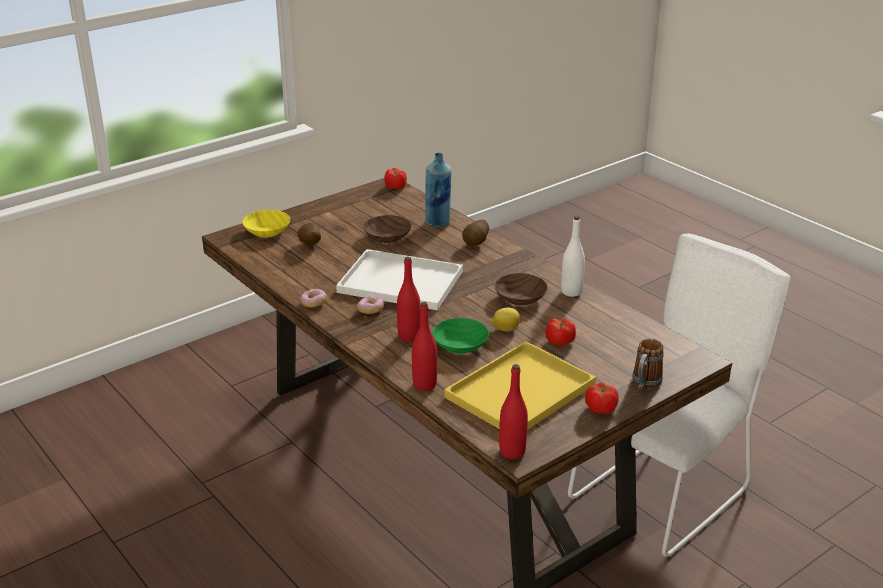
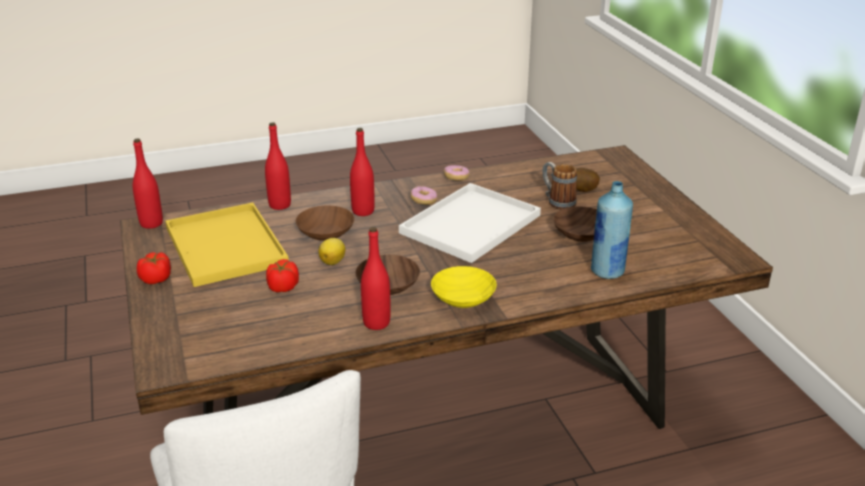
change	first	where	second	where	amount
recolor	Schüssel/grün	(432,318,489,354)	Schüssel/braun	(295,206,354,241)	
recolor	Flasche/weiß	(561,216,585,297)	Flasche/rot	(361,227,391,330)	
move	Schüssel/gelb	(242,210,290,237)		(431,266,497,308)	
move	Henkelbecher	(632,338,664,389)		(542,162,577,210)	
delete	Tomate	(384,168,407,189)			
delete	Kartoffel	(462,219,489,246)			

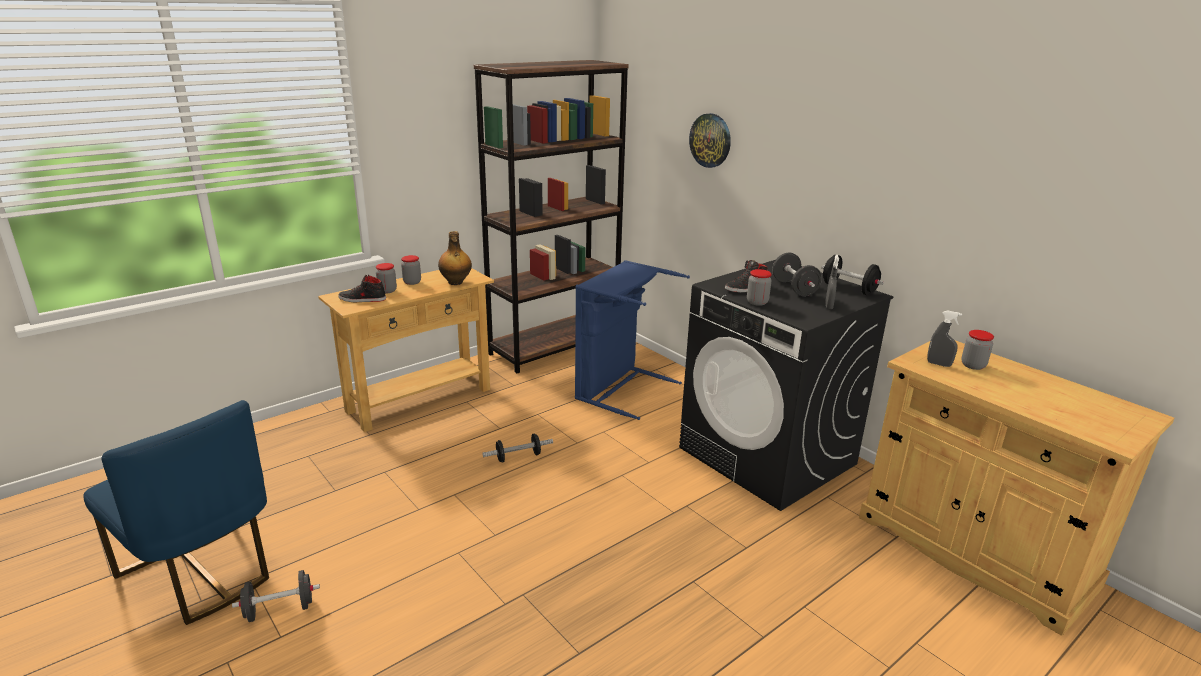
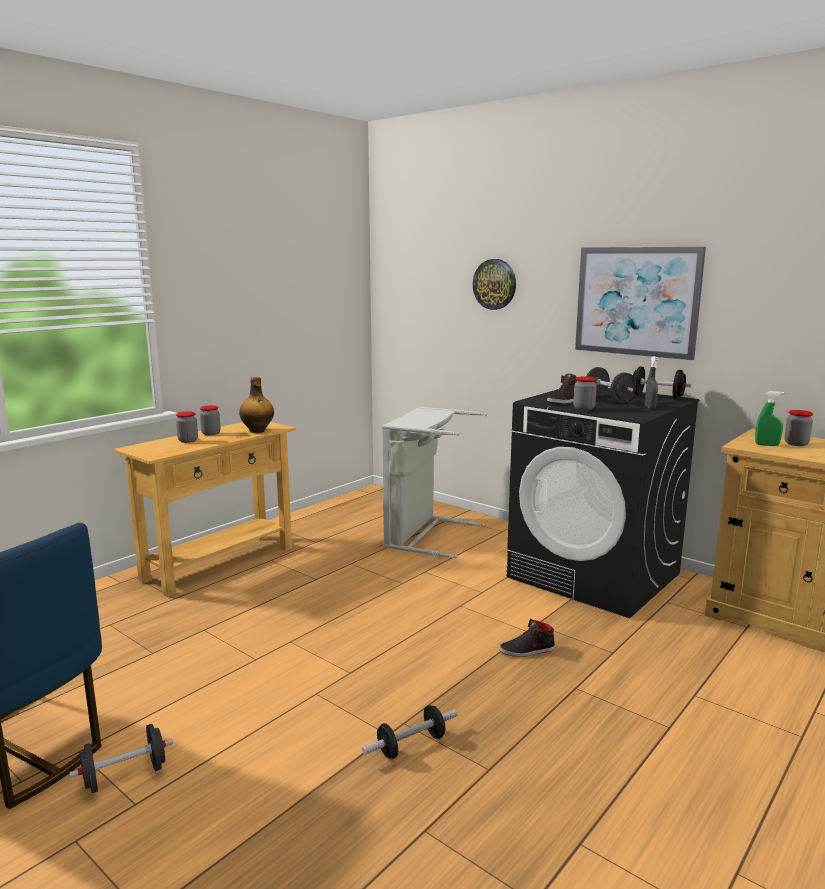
change	first	where	second	where	amount
move	Hantel	(482,434,553,463)		(362,705,458,759)	
recolor	Wäschekorb/blau	(575,260,690,420)	Wäschekorb/grau	(382,407,487,558)	
move	Schuh/schwarz	(339,275,386,302)		(499,619,555,657)	
insert			Bild	(575,247,706,360)	
recolor	Sprühflasche/grau	(927,310,962,367)	Sprühflasche/grün	(755,391,784,446)	
delete	Bücherregal/braun	(474,60,629,373)			

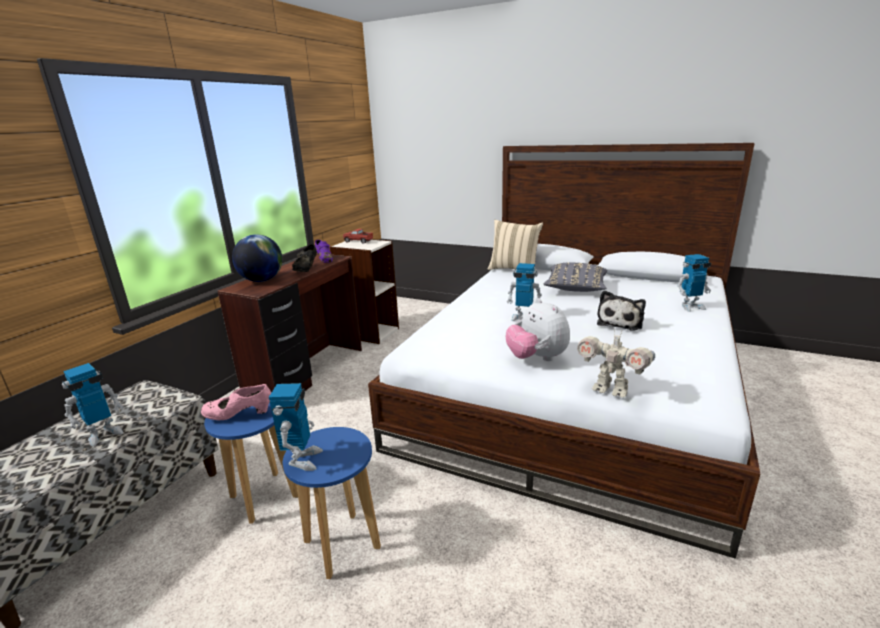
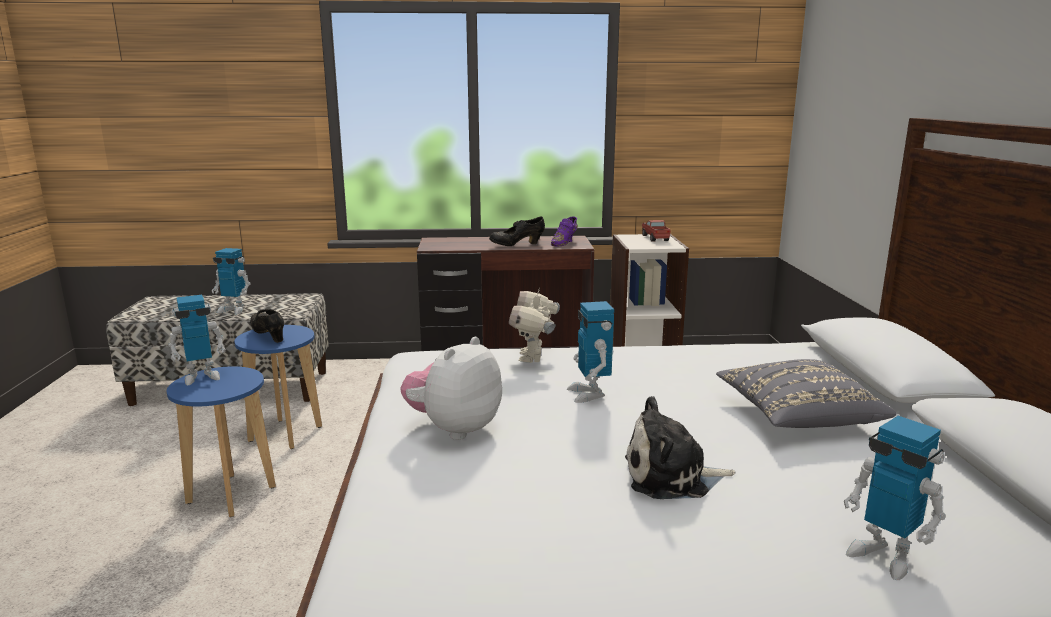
change	first	where	second	where	amount
recolor	Schuh/rosa	(201,384,271,420)	Schuh/schwarz	(250,309,284,343)	
move	Spielzeugroboter	(577,329,655,398)		(509,287,560,363)	
delete	Globus	(232,234,282,282)			
delete	Kissen/beige	(488,220,543,271)			

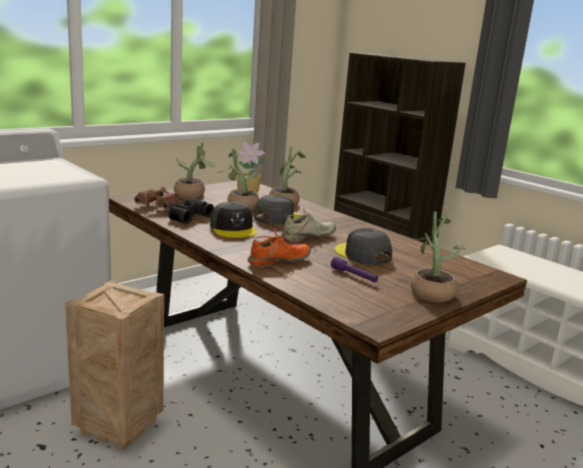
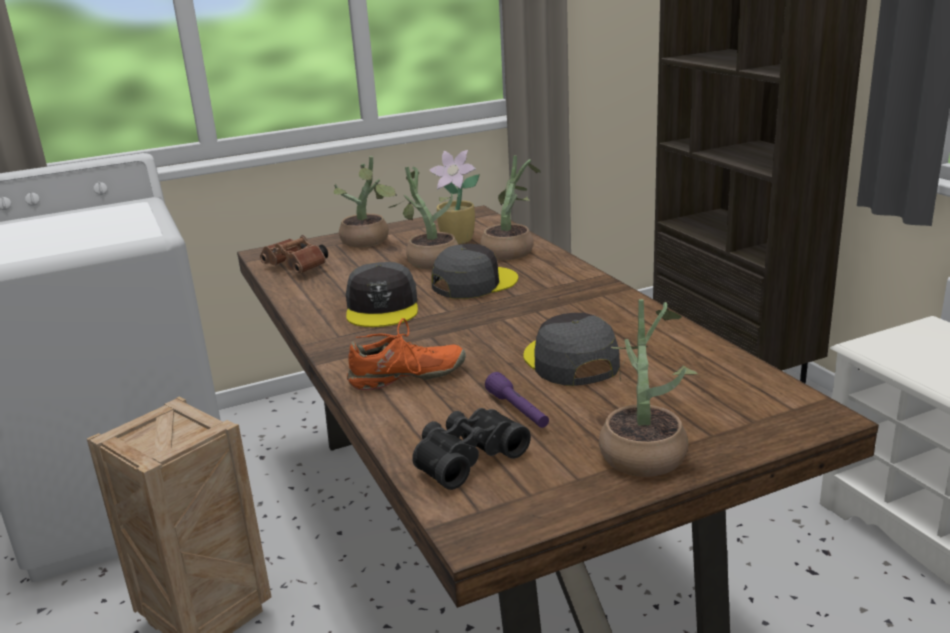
change	first	where	second	where	amount
move	Fernglas/schwarz	(168,198,214,224)		(412,408,531,490)	
delete	Schuh/beige	(281,208,336,242)			

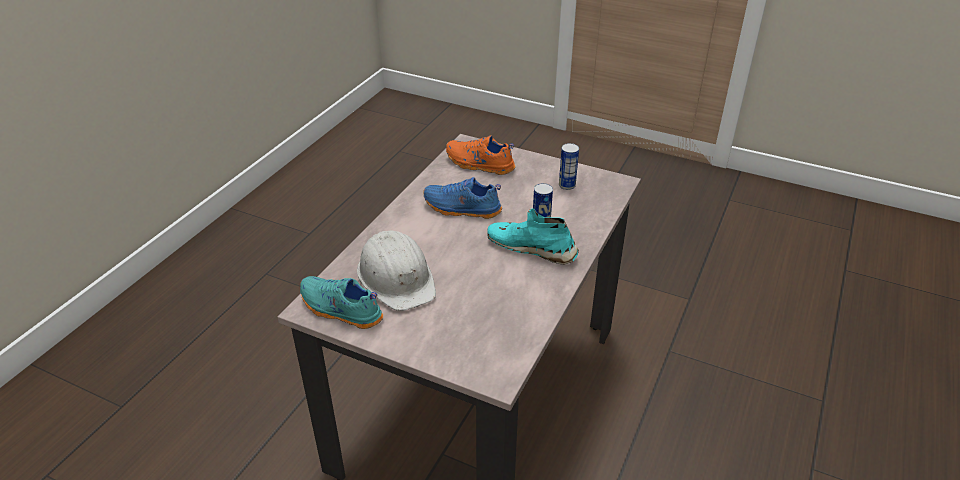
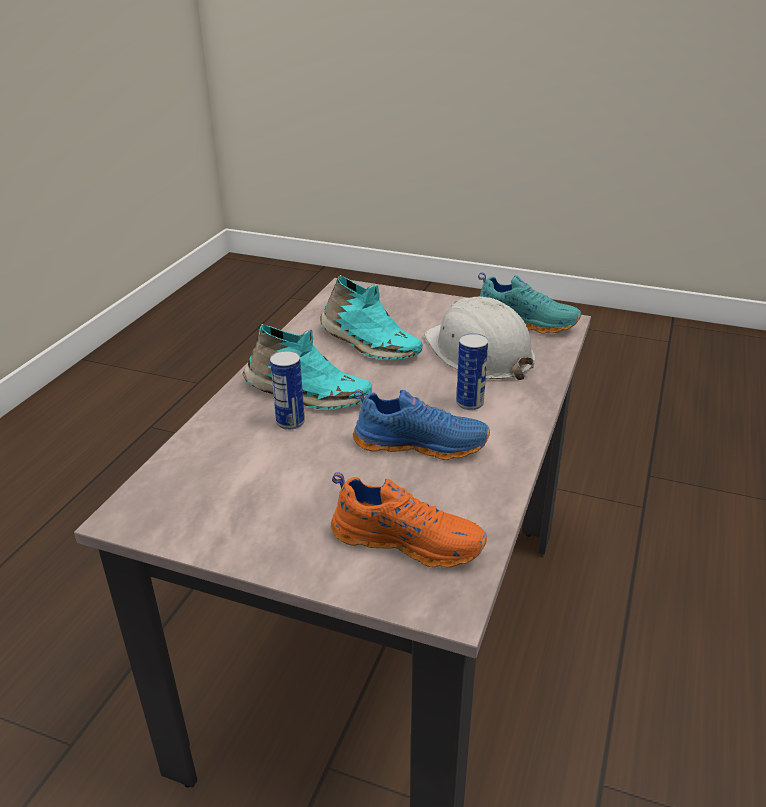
change	first	where	second	where	amount
insert			Schuh/türkis	(320,275,422,359)	
move	Dose	(559,143,579,190)		(456,333,488,410)	

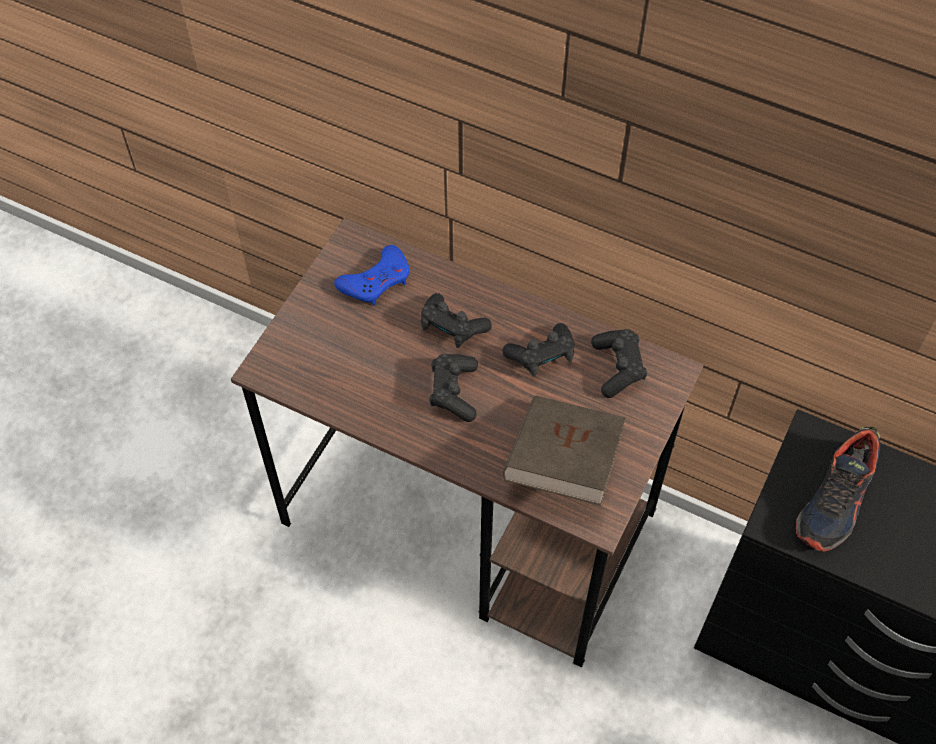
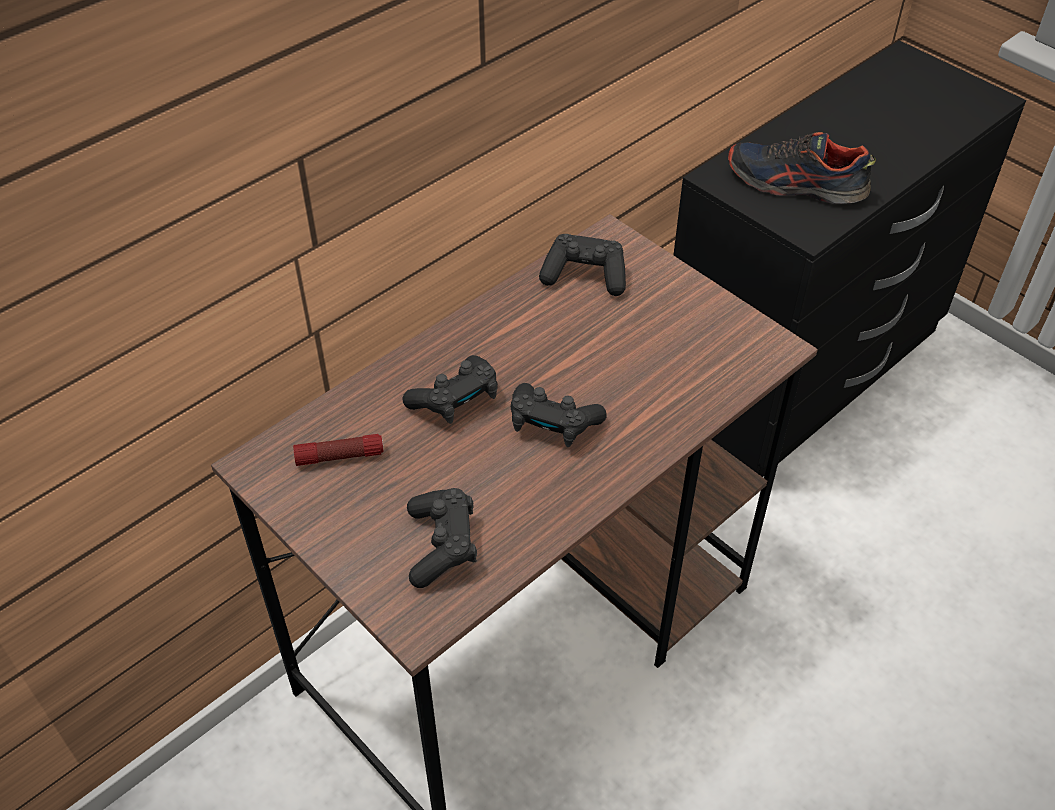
change	first	where	second	where	amount
replace	Gamepad/blau	(334,245,409,305)	Taschenlampe	(293,434,384,466)	
move	Gamepad/schwarz	(502,323,575,377)		(407,488,477,588)	
rotate	Schuh	(796,427,881,551)		(728,132,876,204)	150 degrees clockwise
delete	Buch/braun	(503,396,626,505)			

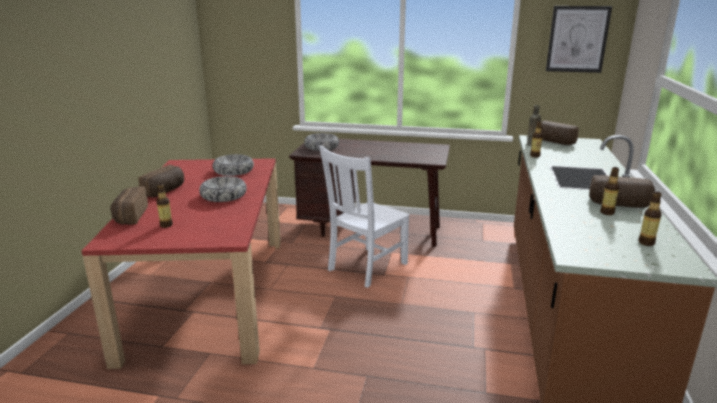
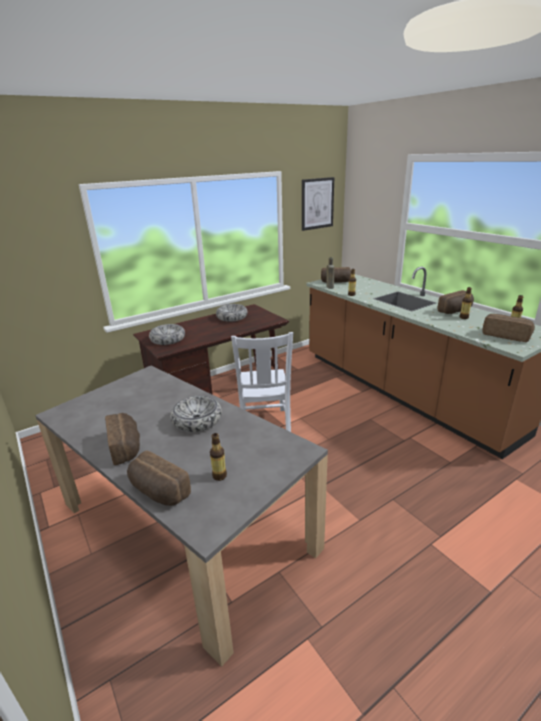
change	first	where	second	where	amount
recolor	Esstisch/rot	(82,158,281,369)	Esstisch/grau	(35,366,328,667)	
move	Schüssel	(213,154,254,176)		(216,304,248,322)	
insert			Brot	(483,314,535,342)	

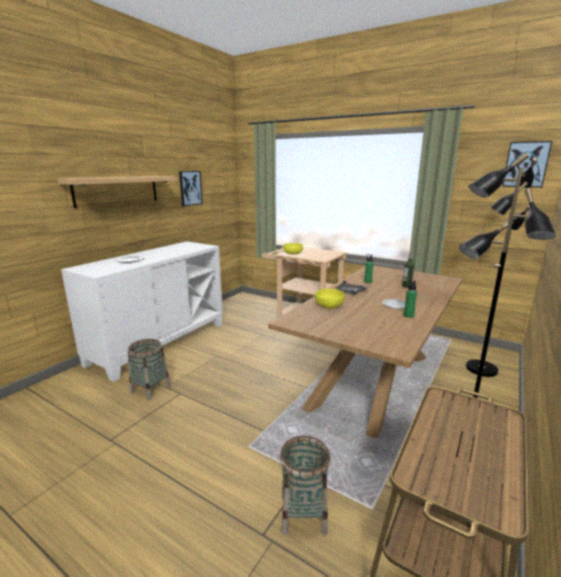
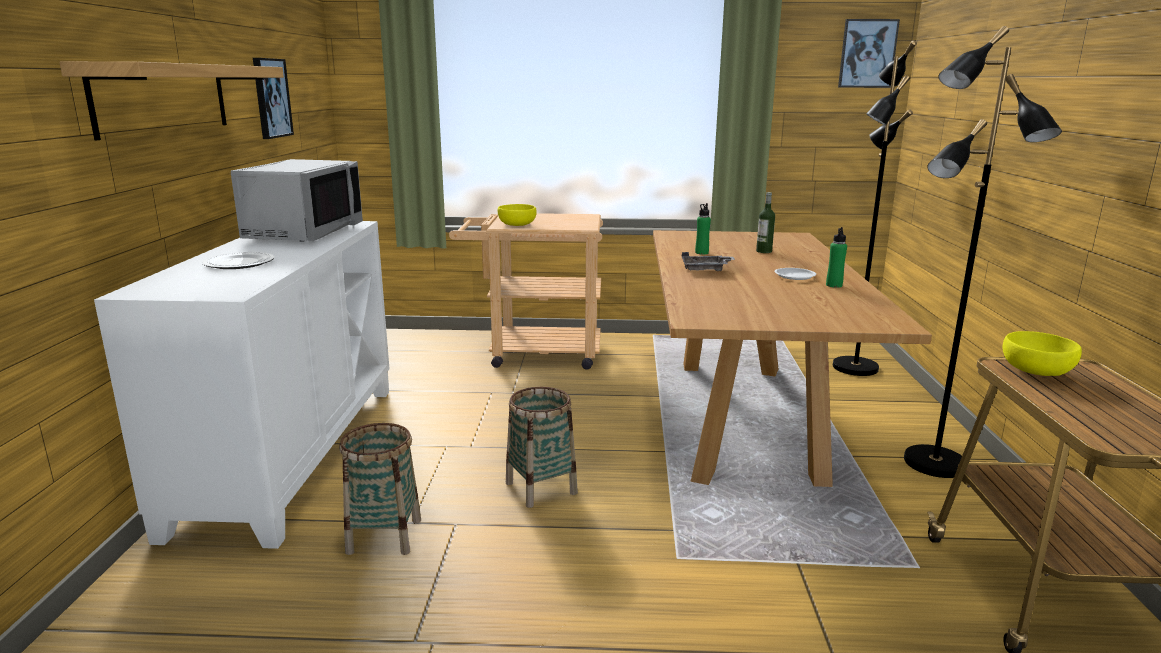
change	first	where	second	where	amount
insert			Mikrowelle/grau	(231,159,363,242)	
move	Korb	(280,436,330,535)		(506,387,578,508)	
move	Schüssel/gelb	(315,289,345,308)		(1003,331,1082,376)	

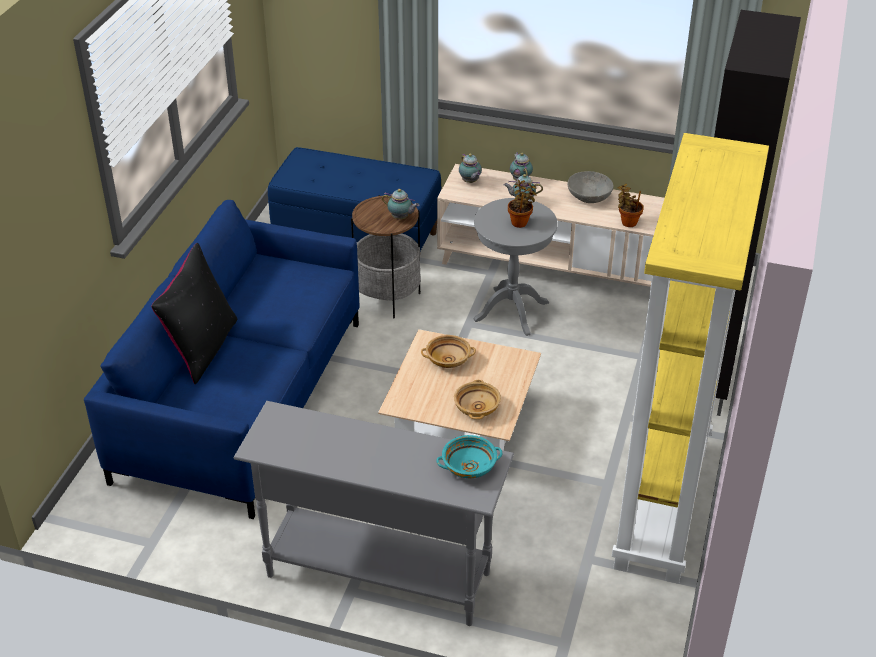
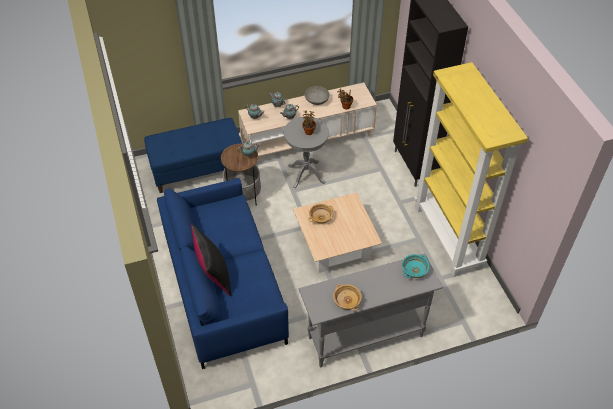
change	first	where	second	where	amount
move	Schüssel/beige	(454,380,501,419)		(333,284,362,311)	

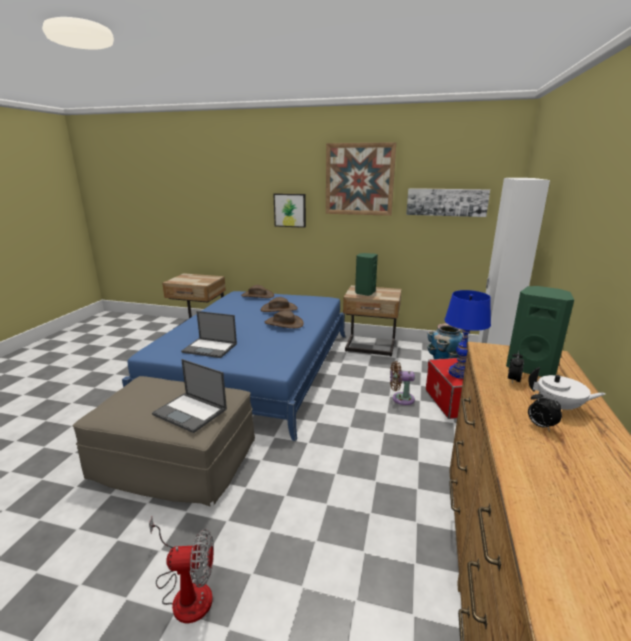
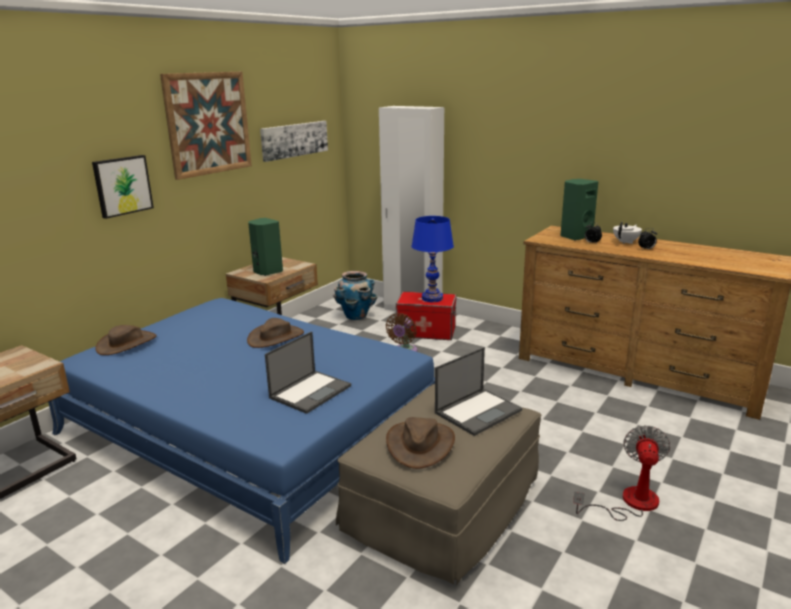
change	first	where	second	where	amount
move	Hut/braun	(261,297,298,312)		(386,417,455,469)	

